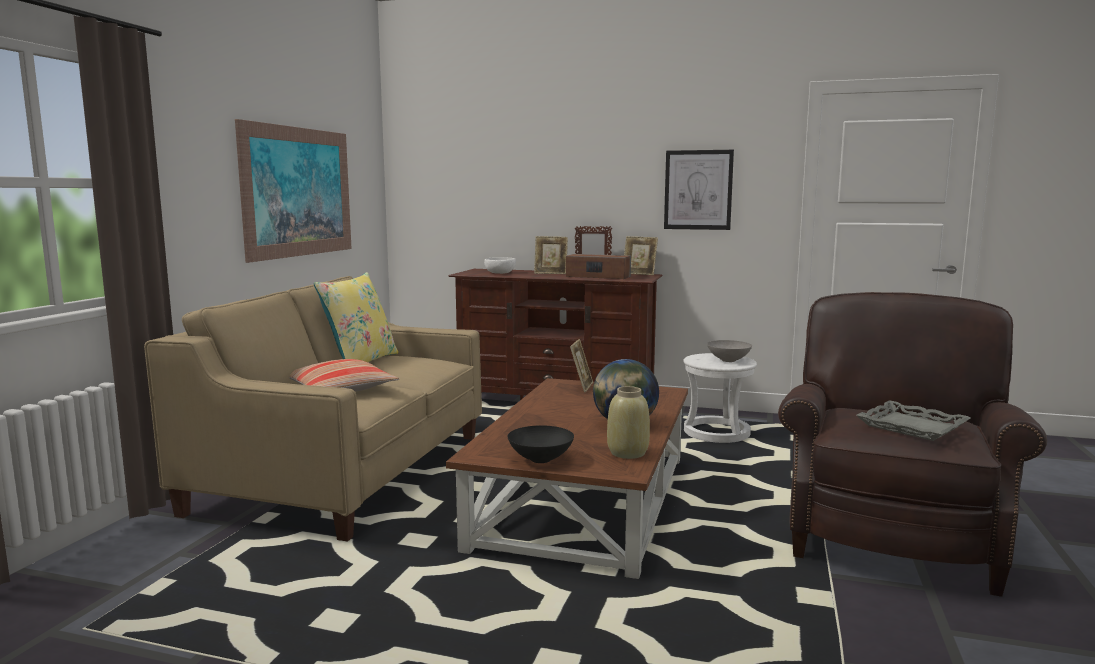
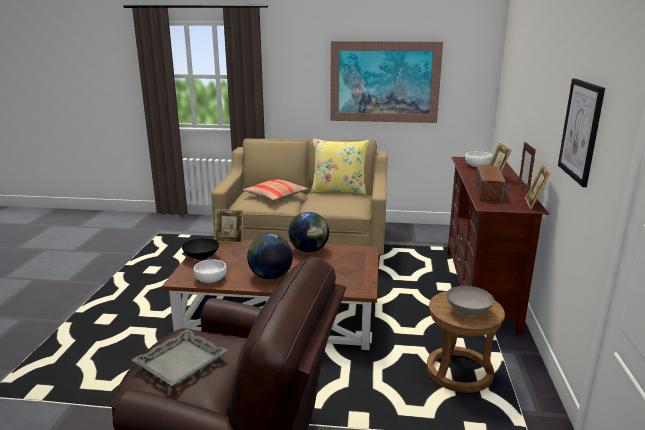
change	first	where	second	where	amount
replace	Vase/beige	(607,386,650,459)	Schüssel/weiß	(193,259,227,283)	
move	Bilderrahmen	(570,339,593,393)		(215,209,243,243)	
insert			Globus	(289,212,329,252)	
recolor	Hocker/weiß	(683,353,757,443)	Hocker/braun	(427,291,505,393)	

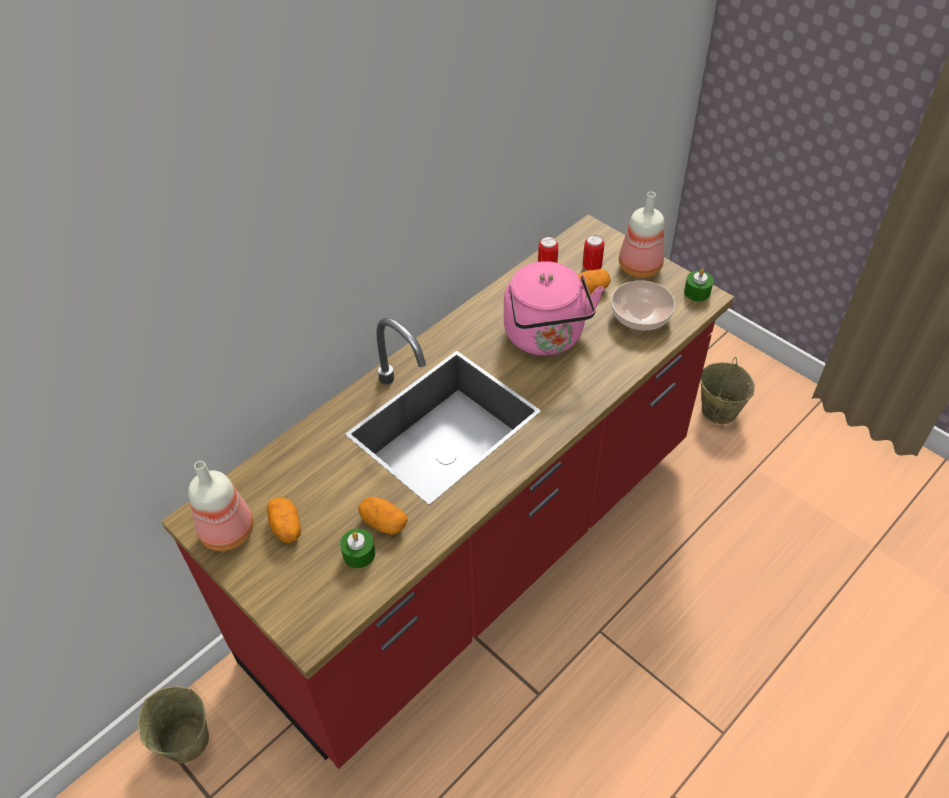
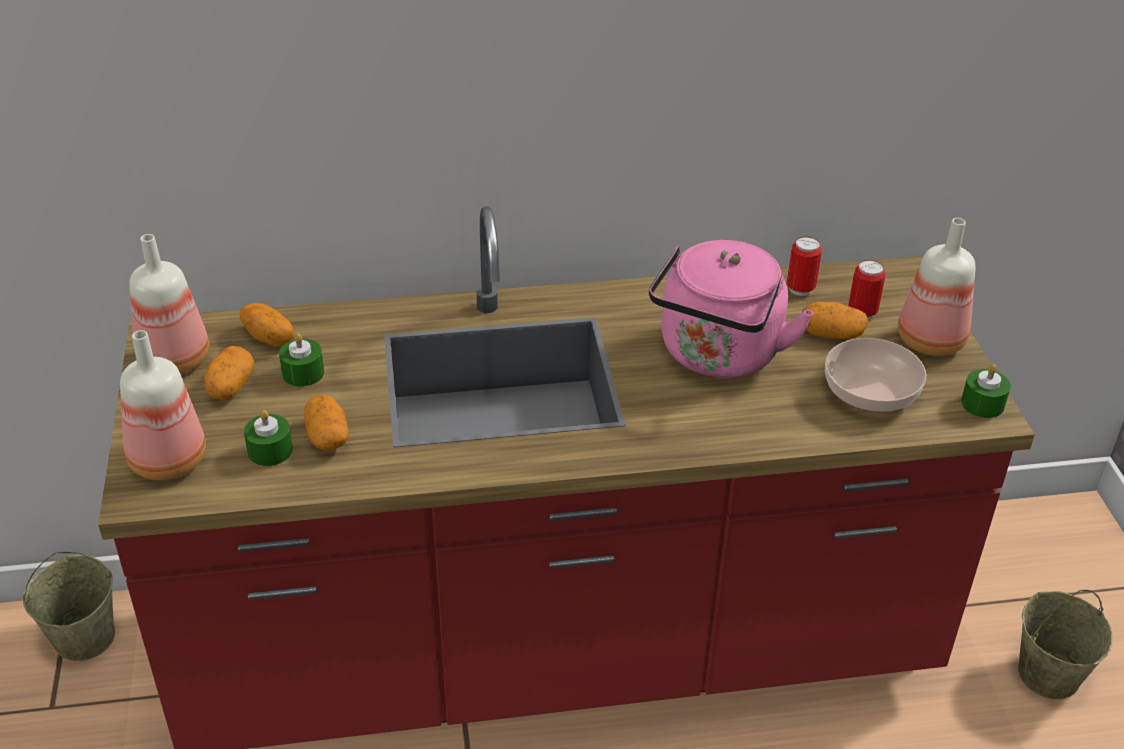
change	first	where	second	where	amount
insert			Flasche	(120,330,206,480)	
insert			Kartoffel	(240,303,294,346)	
insert			Kerze/grün	(279,333,324,387)	

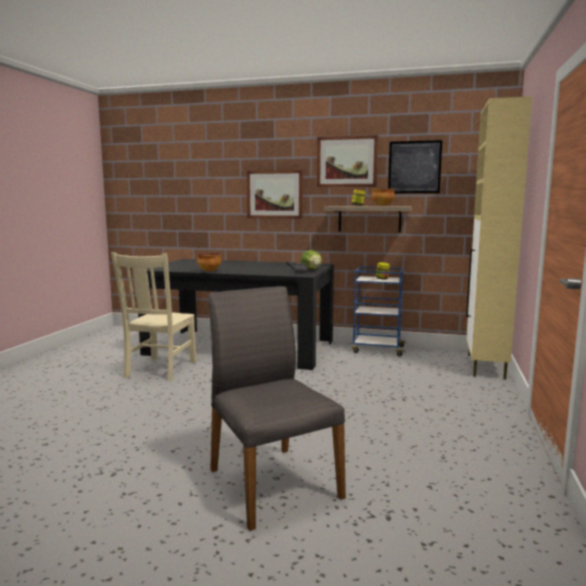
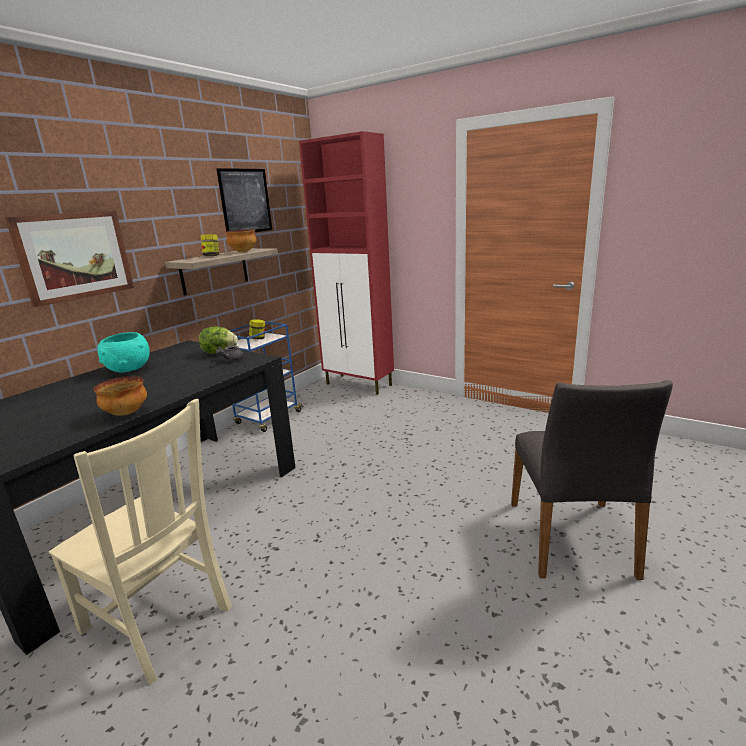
change	first	where	second	where	amount
insert			Schüssel/türkis	(98,332,150,373)	
recolor	Schrank/beige	(466,96,532,379)	Schrank/rot	(299,131,394,395)	
rotate	Stuhl/grau	(208,286,346,531)		(511,380,673,580)	75 degrees counterclockwise
delete	Bild	(317,135,378,187)			

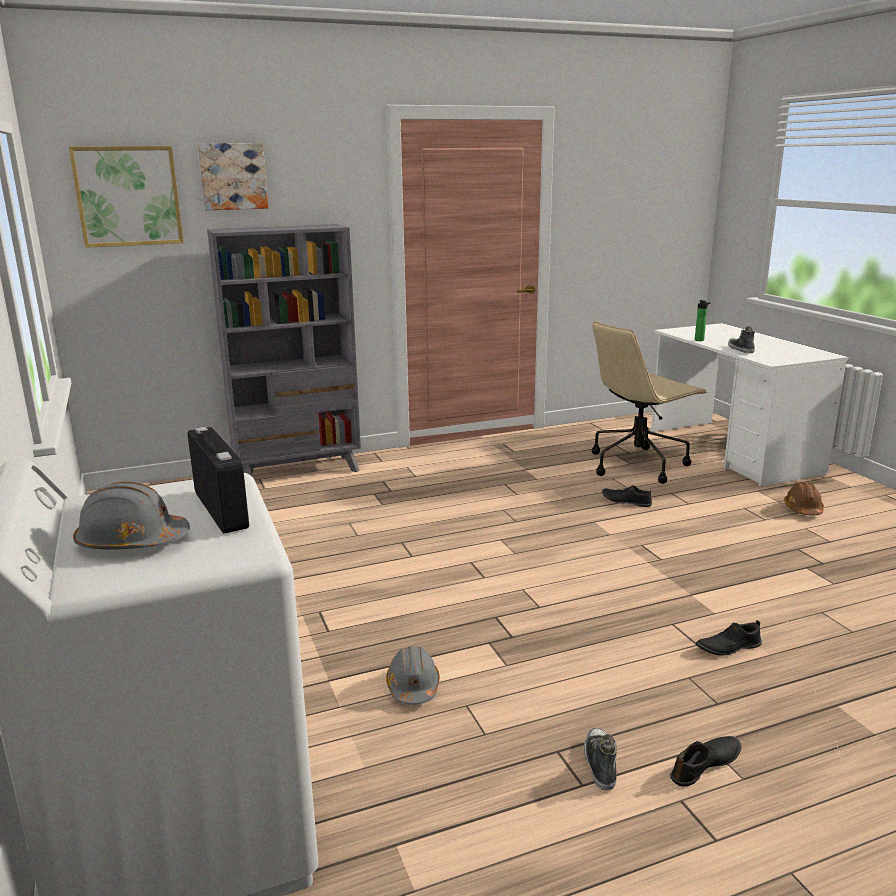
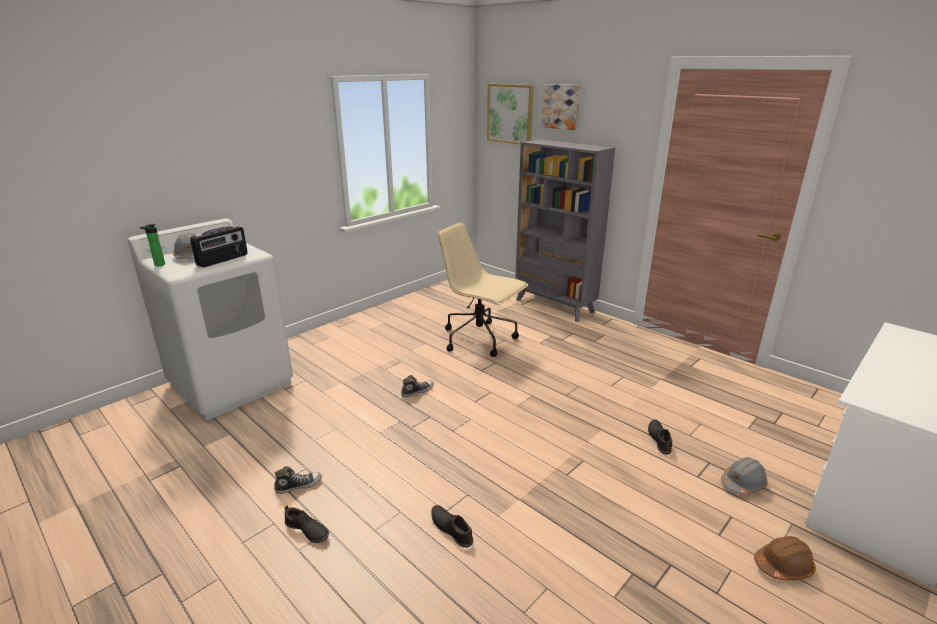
change	first	where	second	where	amount
move	Flasche	(695,300,711,341)		(140,224,165,266)	
move	Schuh	(728,326,755,353)		(401,375,434,397)	
move	Bürostuhl/beige	(592,322,707,484)		(438,223,528,357)	
move	Schutzhelm/grau	(386,646,440,705)		(721,457,768,494)	

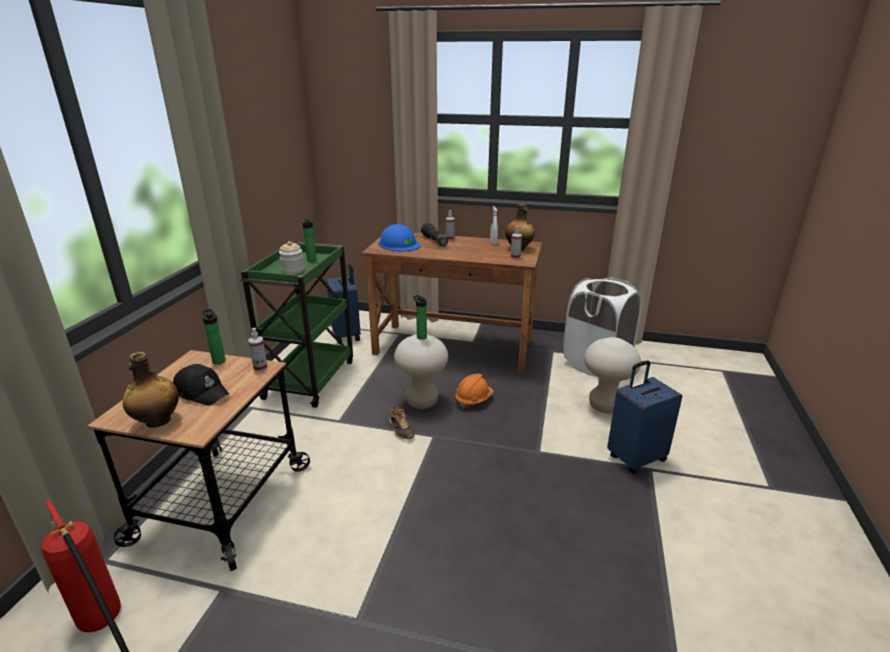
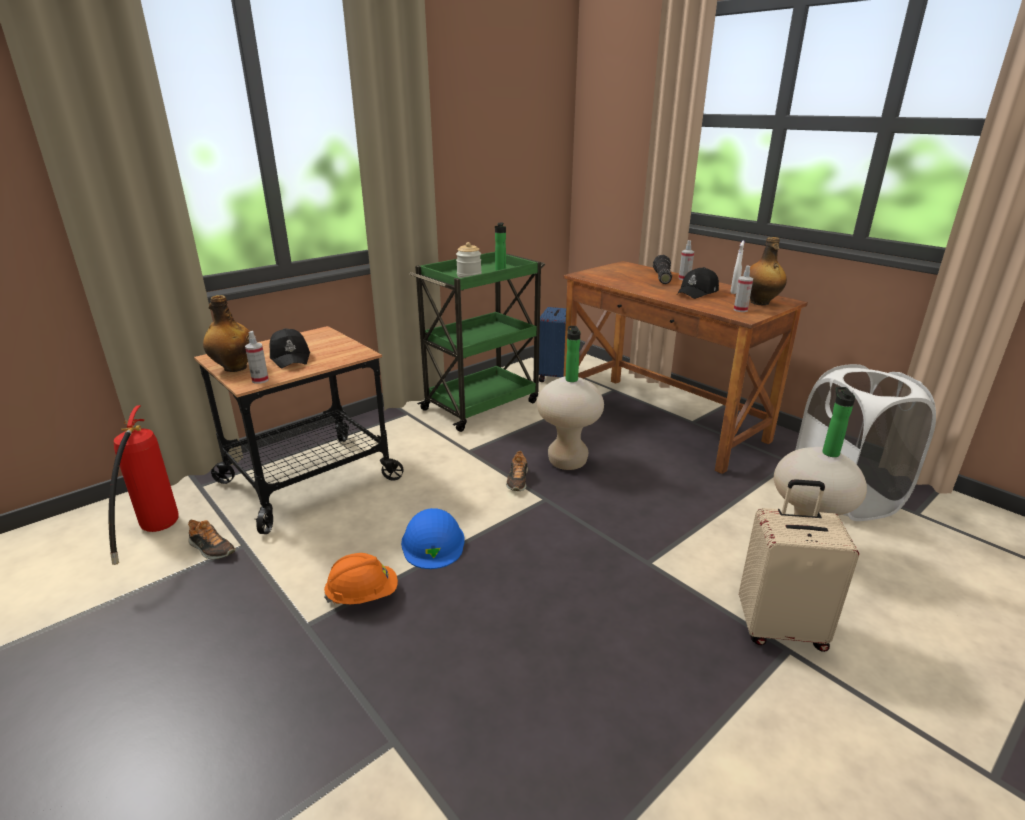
change	first	where	second	where	amount
insert			Schuh	(188,520,236,559)	
move	Sprühflasche	(249,328,268,371)		(245,331,269,384)	
move	Schutzhelm/orange	(455,374,494,409)		(324,553,398,604)	
move	Schutzhelm/blau	(378,224,421,251)		(401,508,465,569)	
insert			Kappe/schwarz	(677,267,719,299)	
recolor	Koffer/blau	(607,361,682,474)	Koffer/beige	(739,479,859,652)	
move	Flasche	(202,309,226,365)		(822,387,855,457)	

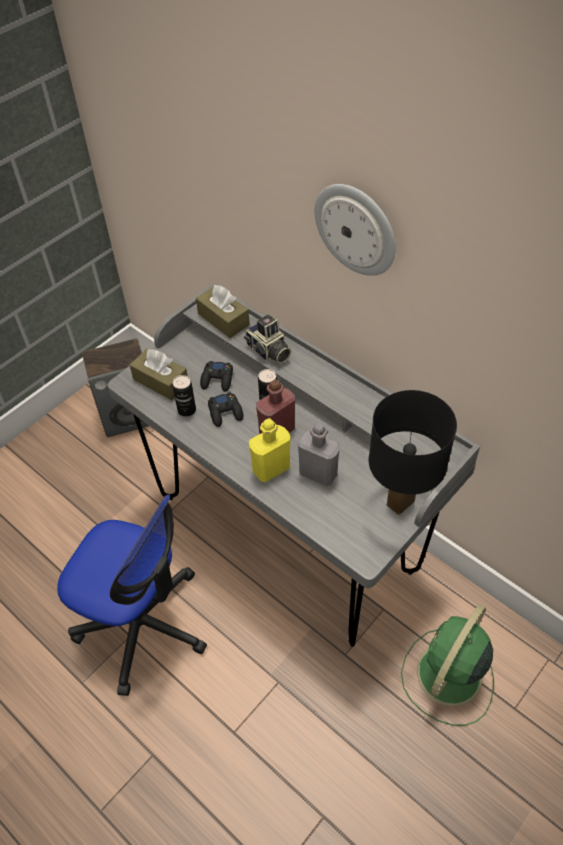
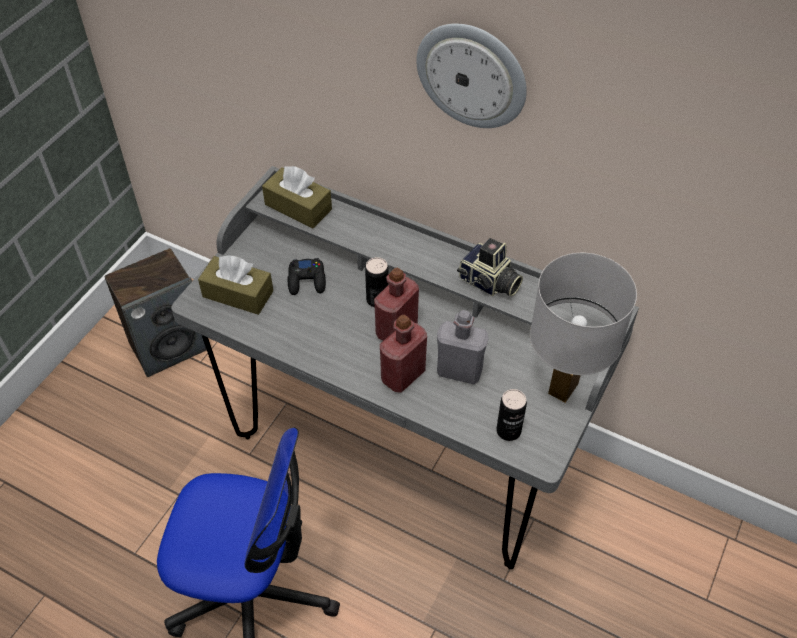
change	first	where	second	where	amount
recolor	Flasche/gelb	(249,419,290,482)	Flasche/rot	(380,314,427,393)	
move	Kamera	(244,315,291,364)		(457,238,523,297)	
move	Dose	(172,375,196,417)		(496,389,527,441)	
recolor	Tischlampe/schwarz	(369,390,457,515)	Tischlampe/weiß	(530,253,637,403)	
delete	Gamepad/schwarz	(208,392,243,427)			
delete	Ventilator/grün	(401,604,494,726)			

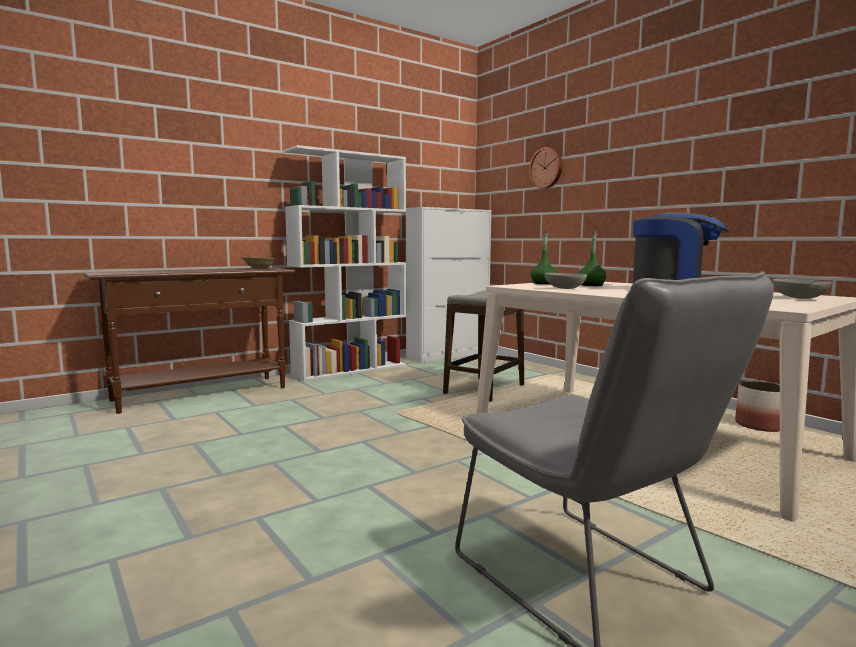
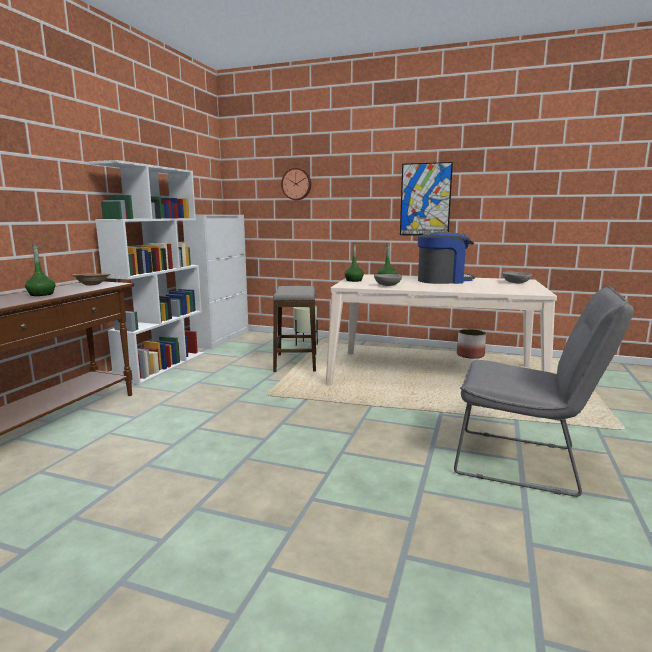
change	first	where	second	where	amount
insert			Flasche/grün	(25,244,56,296)	
insert			Pflanzkübel/beige	(293,306,318,346)	
insert			Bild	(400,162,453,236)	

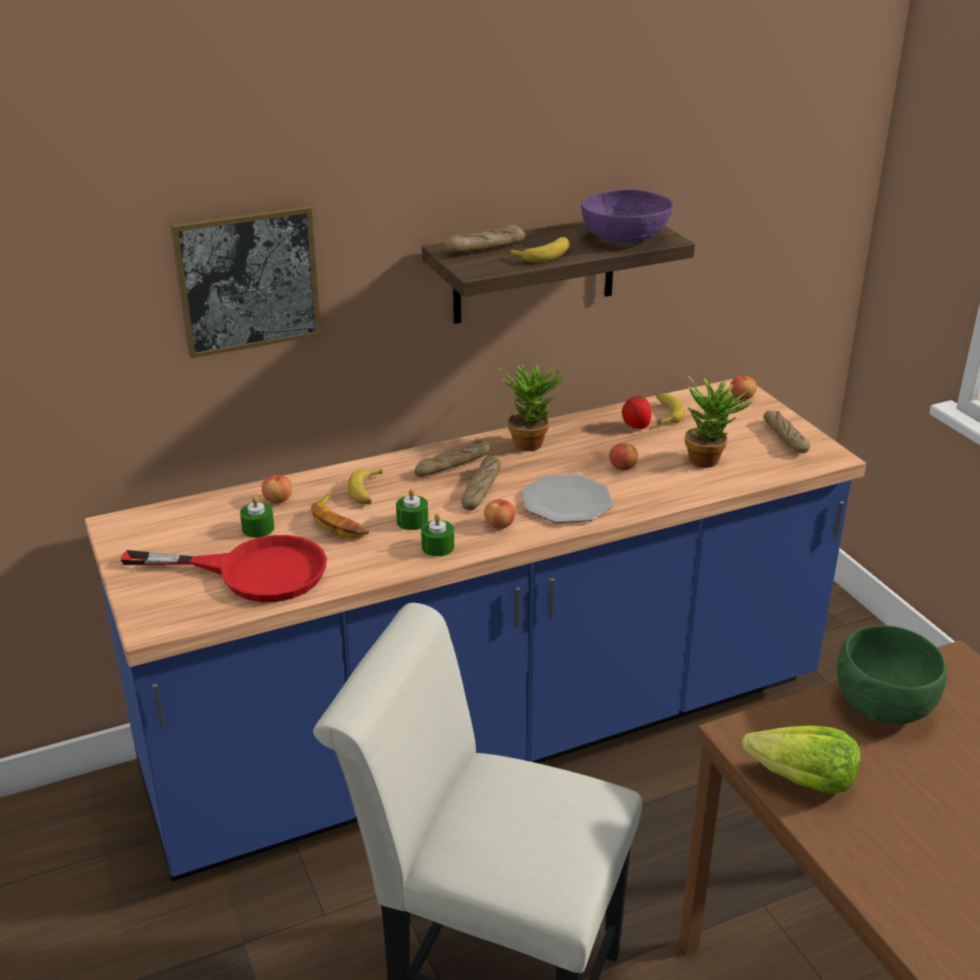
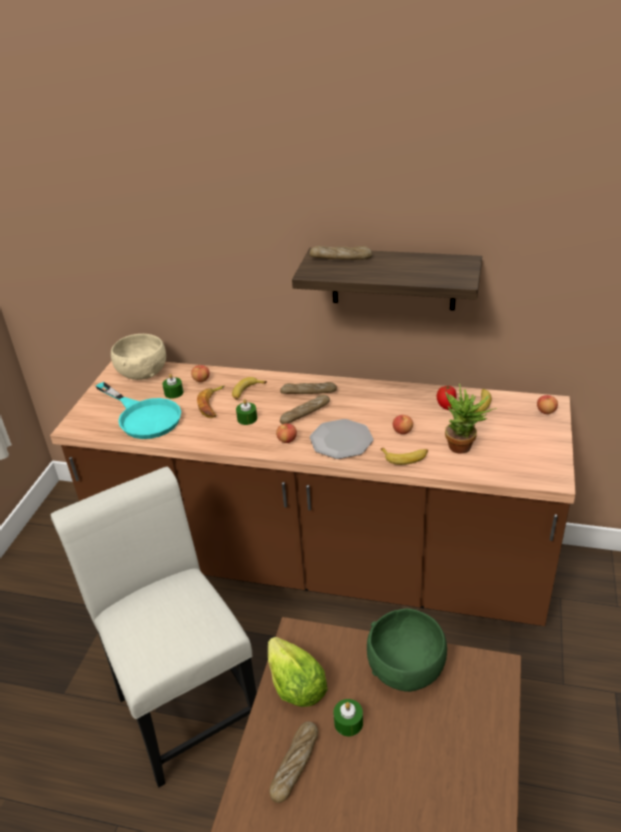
change	first	where	second	where	amount
recolor	Küchenzeile/blau	(85,379,866,881)	Küchenzeile/braun	(50,361,576,626)	
recolor	Pfanne/rot	(120,535,327,602)	Pfanne/türkis	(96,382,181,439)	
insert			Schüssel/beige	(111,334,166,380)	
move	Brot	(763,410,810,453)		(270,721,318,803)	
move	Kerze/grün	(421,514,454,556)		(333,699,363,736)	
move	Banane	(508,237,570,262)		(380,448,428,465)	
delete	Bild	(170,205,321,358)			
delete	Topfpflanze	(498,364,565,451)			
delete	Schüssel/lila	(581,190,674,243)			

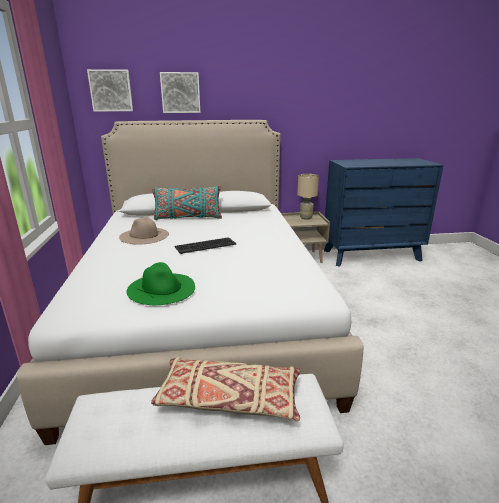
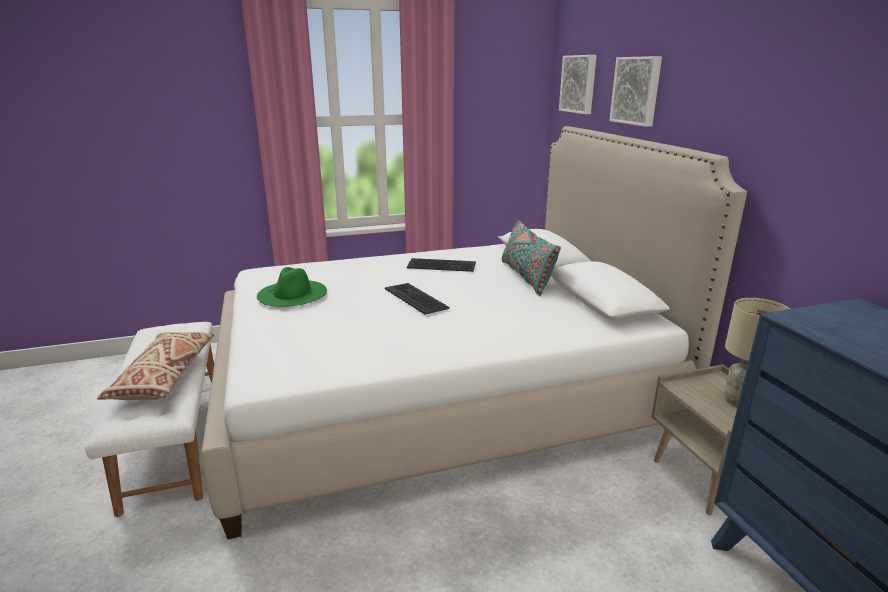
change	first	where	second	where	amount
replace	Hut/beige	(119,217,169,245)	Tastatur	(406,258,476,272)	

